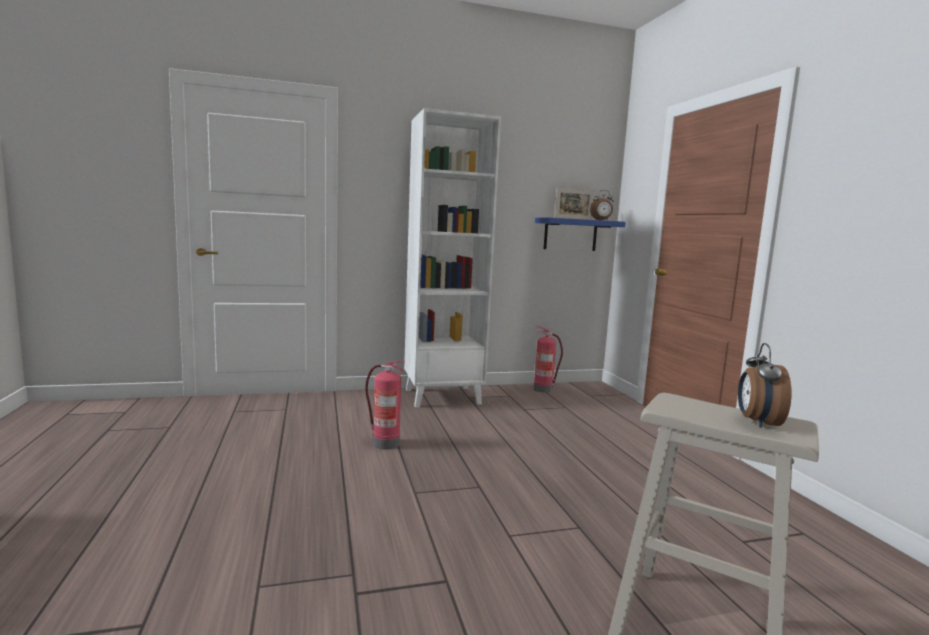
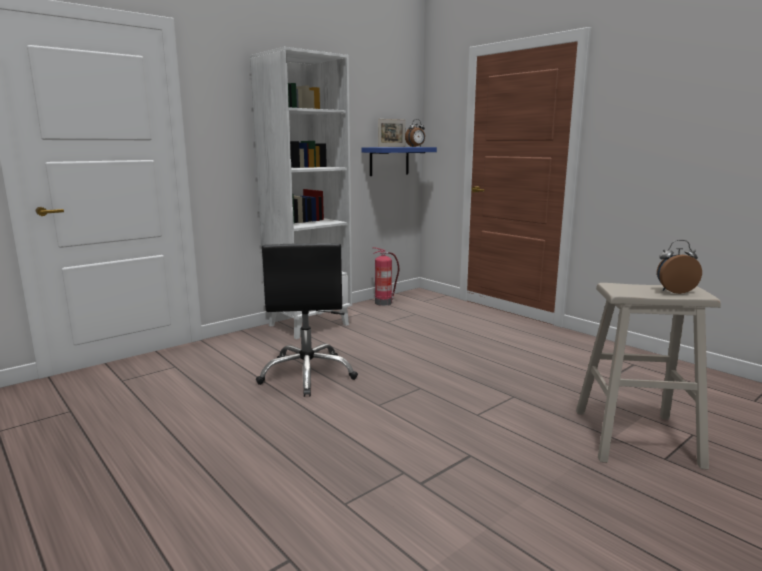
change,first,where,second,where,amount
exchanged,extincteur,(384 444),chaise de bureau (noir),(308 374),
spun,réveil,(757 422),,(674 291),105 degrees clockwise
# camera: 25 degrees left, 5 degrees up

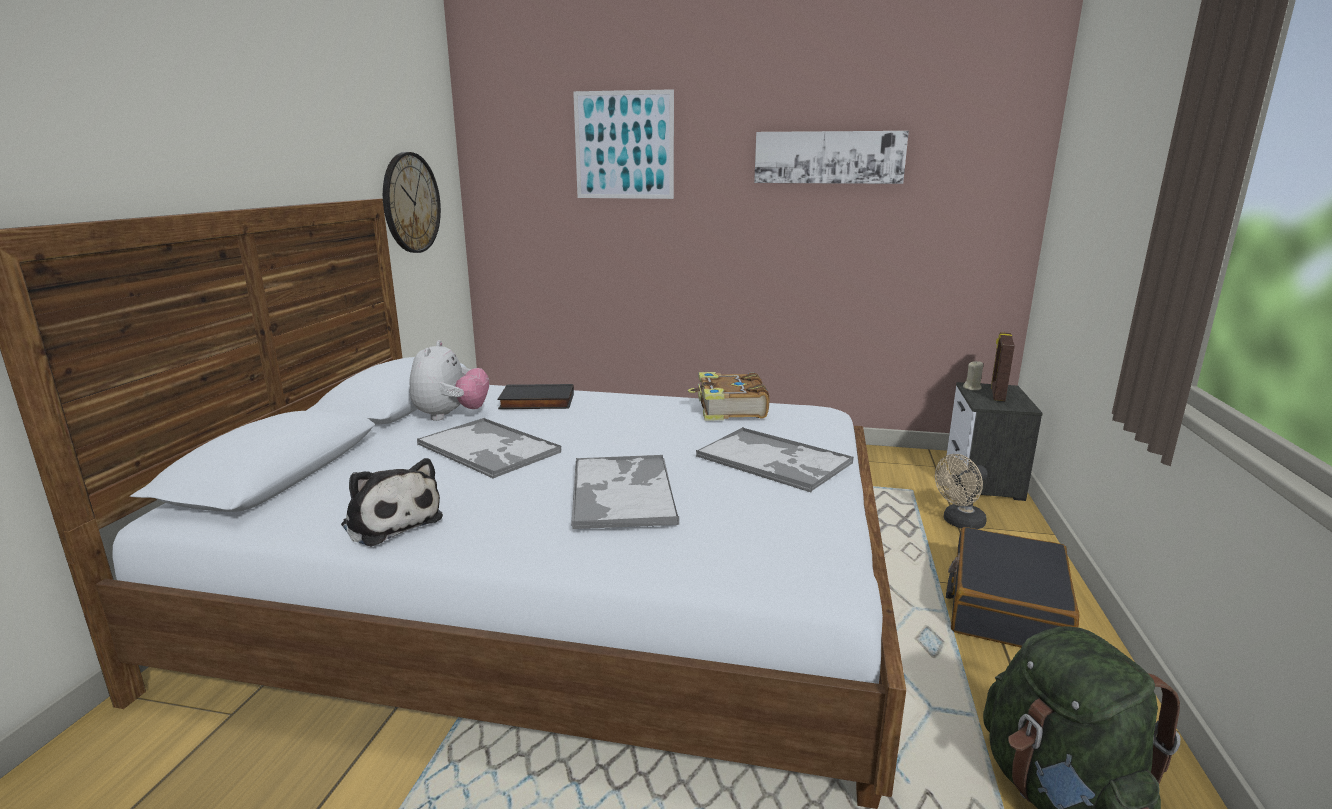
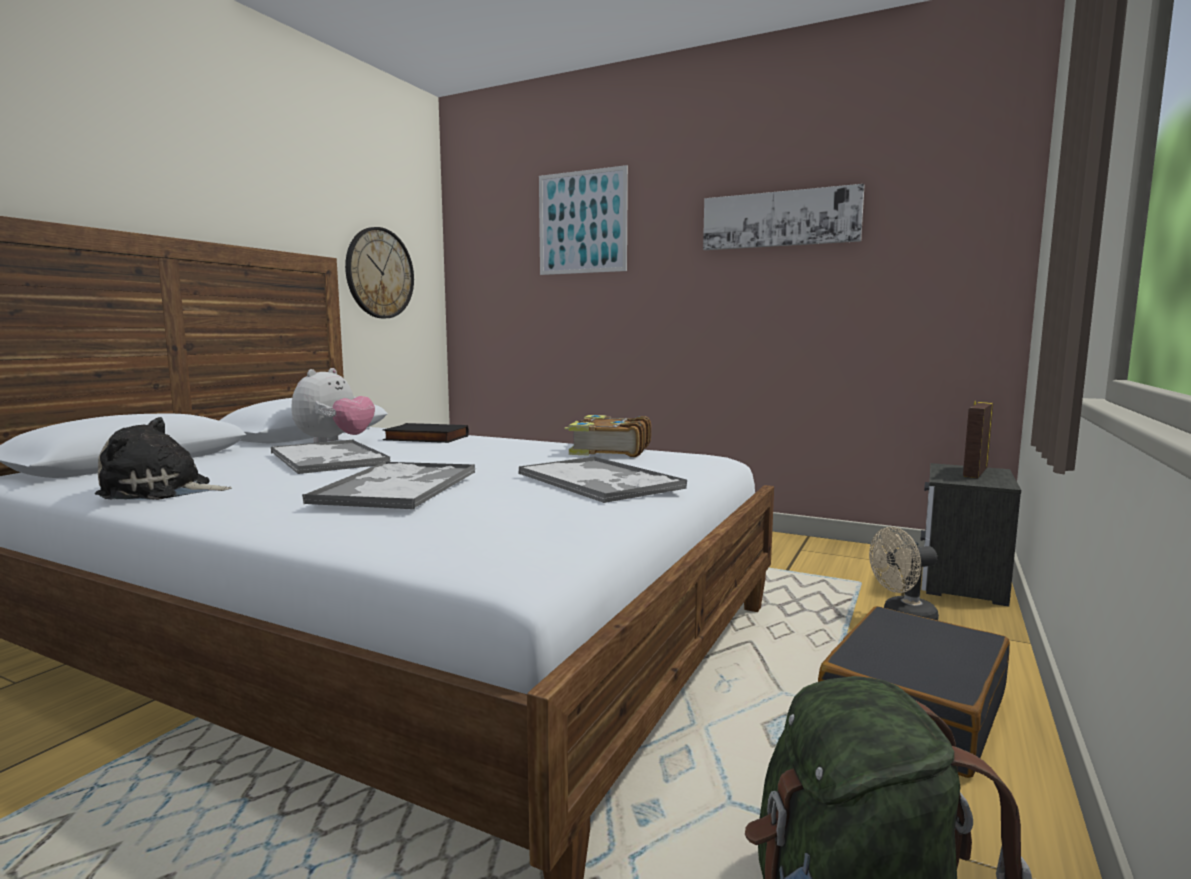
change,first,where,second,where,amount
spun,peluche,(391 521),,(161 491),120 degrees clockwise
missing,bougie (beige),(972 388),,,
# camera: 15 degrees right, 10 degrees down

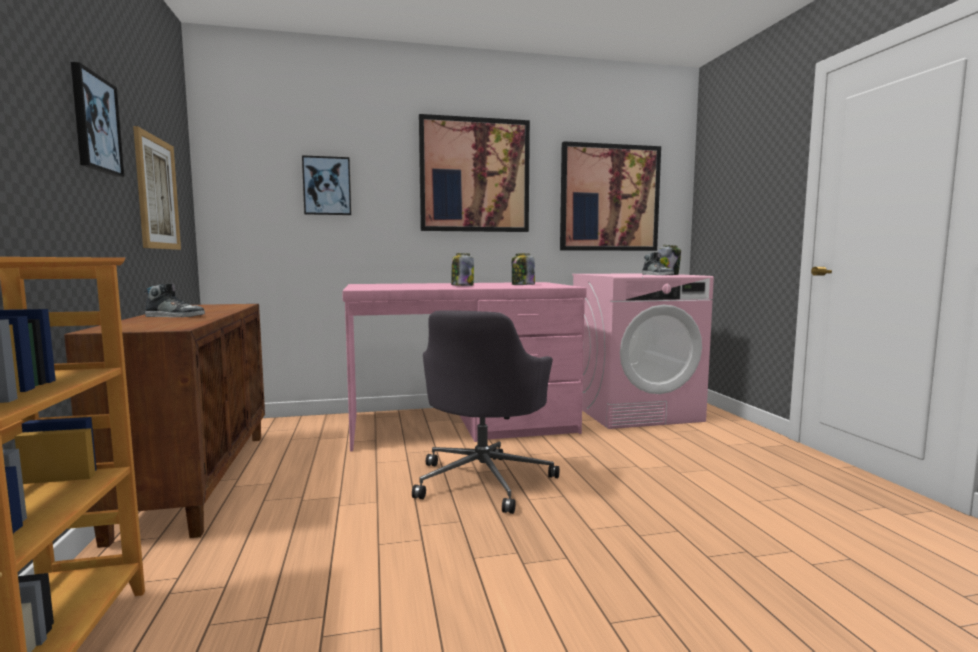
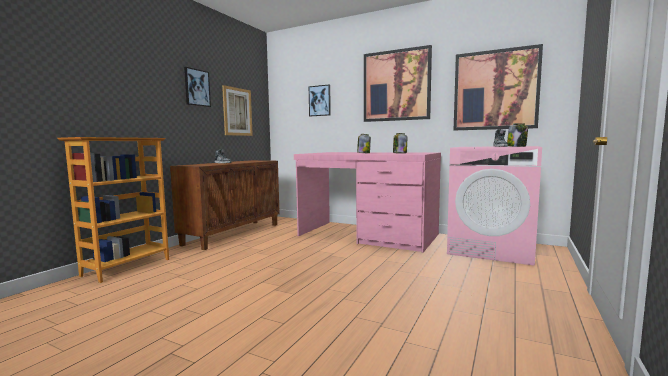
change,first,where,second,where,amount
missing,chaise de bureau (gris),(484 480),,,
# camera: 40 degrees right, 0 degrees up

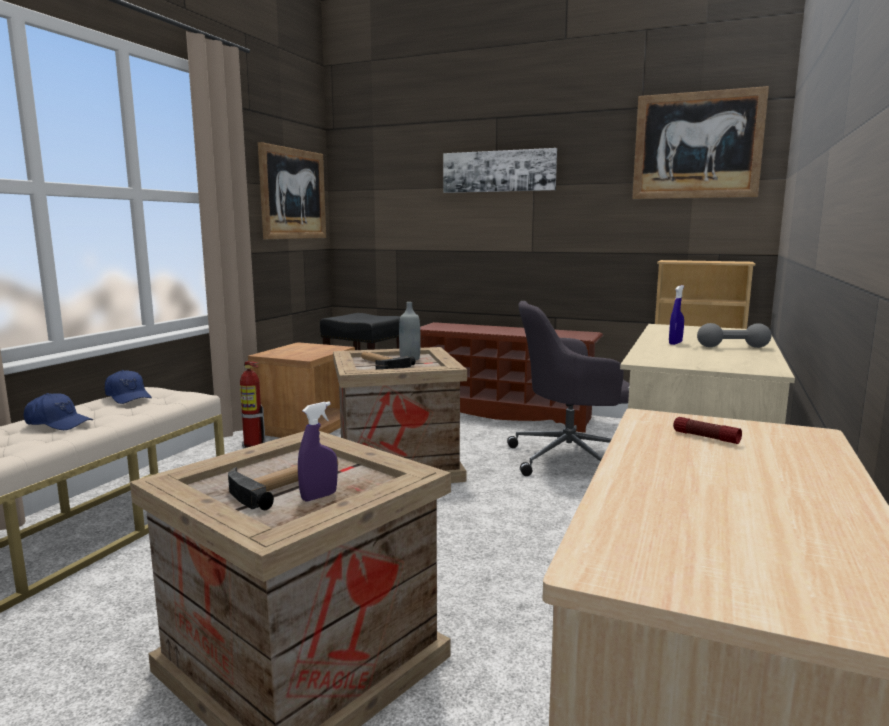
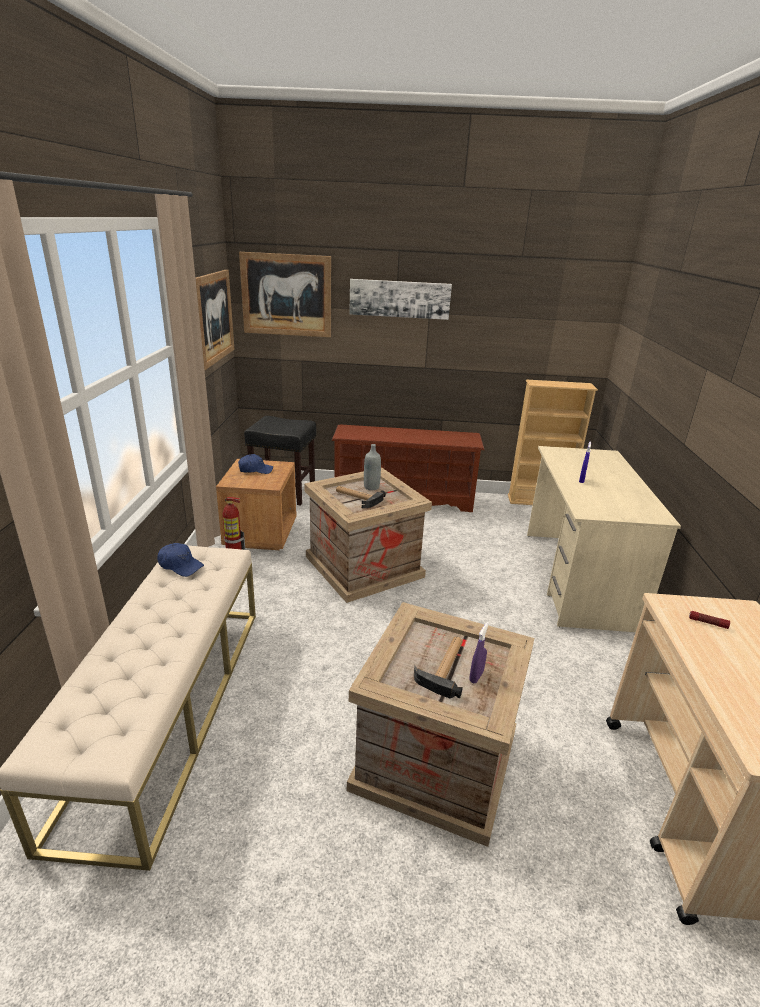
change,first,where,second,where,amount
relocated,casquette (bleu),(58 423),,(255 470),
relocated,tableau,(697 146),,(286 295),
missing,chaise de bureau (gris),(570 459),,,
missing,haltère (gris),(732 347),,,
# camera: 20 degrees left, 15 degrees up

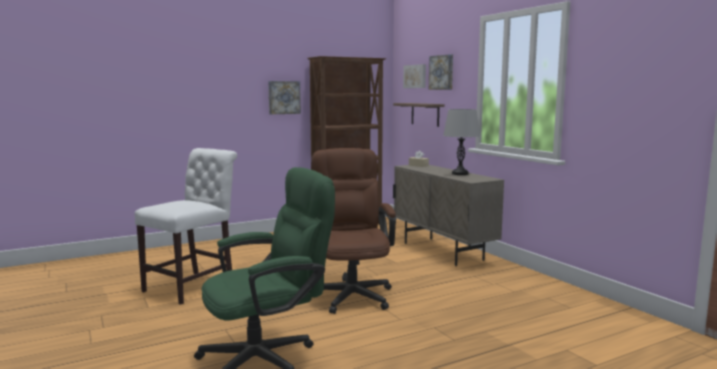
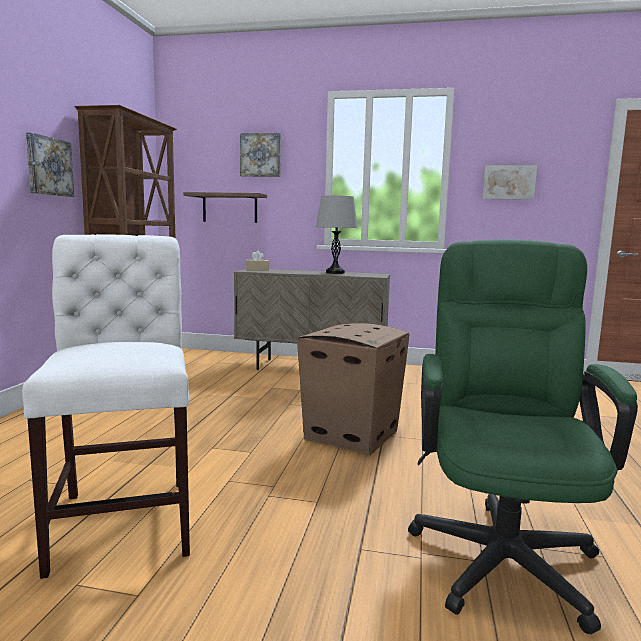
change,first,where,second,where,amount
exchanged,chaise de bureau (marron),(350 293),carton,(352 434),
relocated,tableau,(415 76),,(508 182),
# camera: 50 degrees left, 0 degrees up

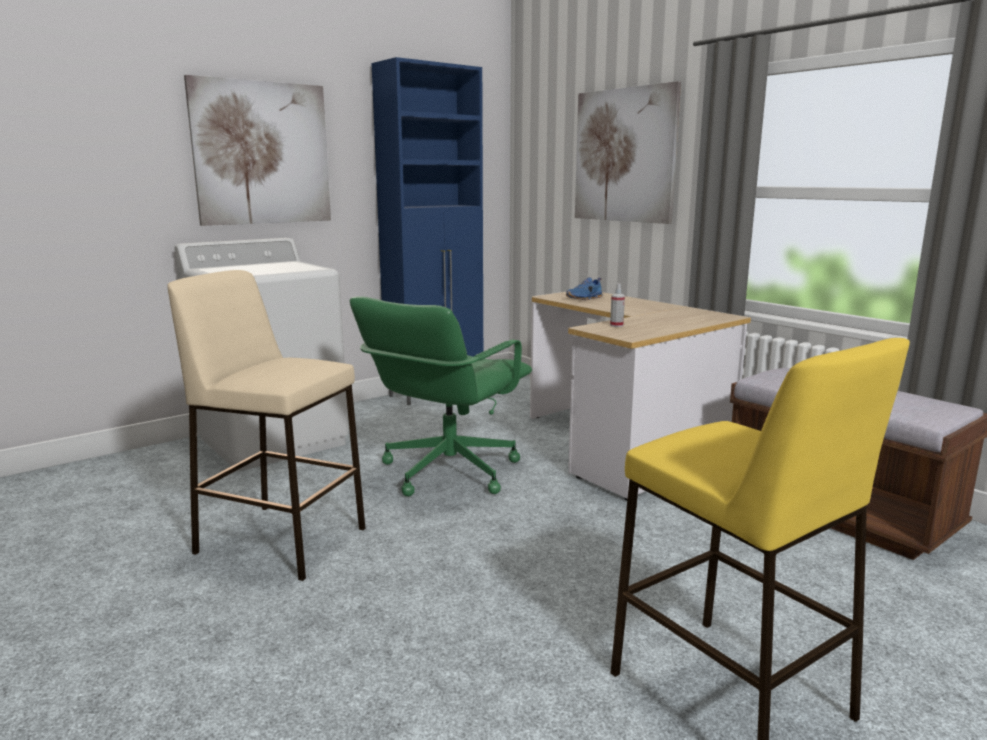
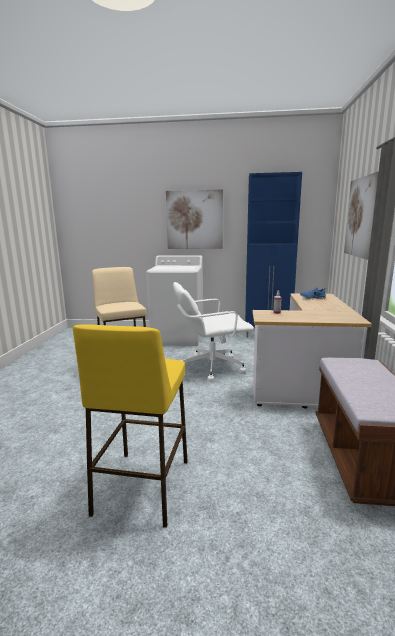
change,first,where,second,where,amount
colour,chaise de bureau (vert),(448 471),chaise de bureau (blanc),(211 367),
# camera: 45 degrees right, 0 degrees up

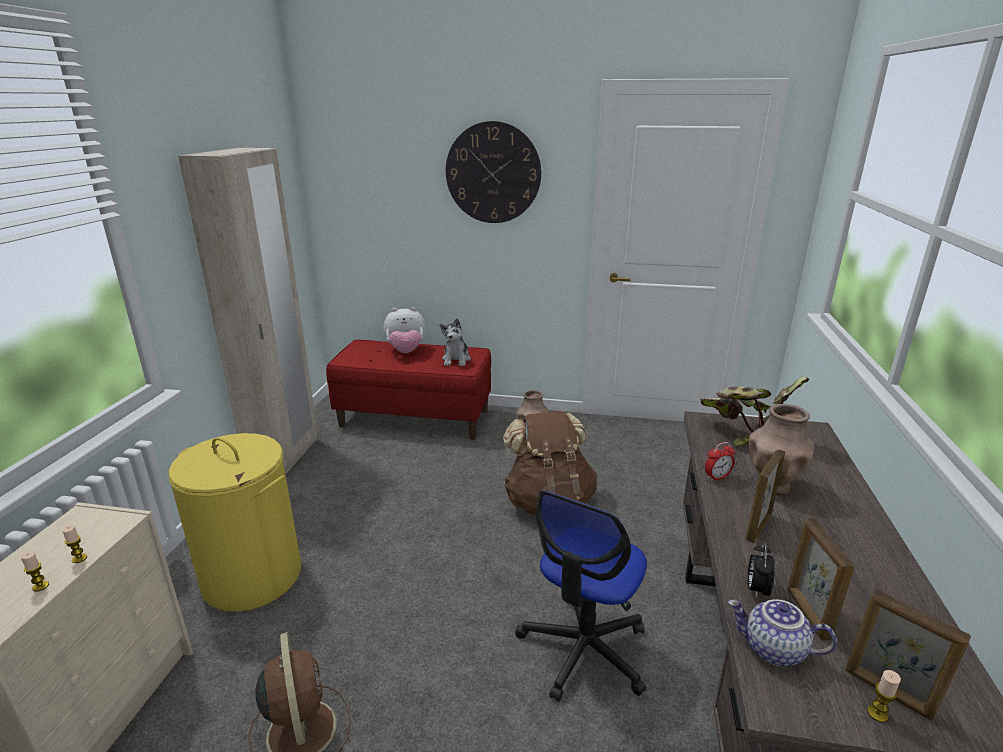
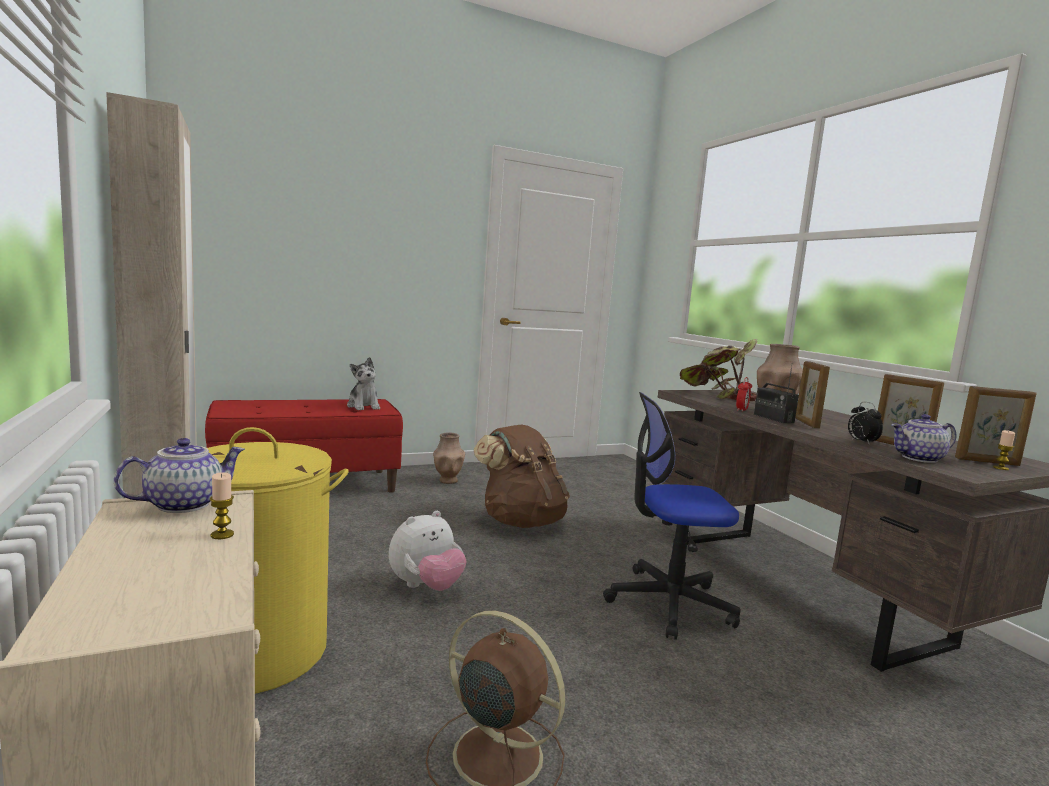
change,first,where,second,where,amount
appeared,,,théière,(184 504),
relocated,peluche,(406 351),,(426 587),
spun,chaise de bureau,(584 650),,(669 603),90 degrees clockwise
appeared,,,radio,(773 418),
missing,bougie,(40 586),,,
missing,horloge murale,(493 173),,,
# camera: 35 degrees left, 15 degrees down

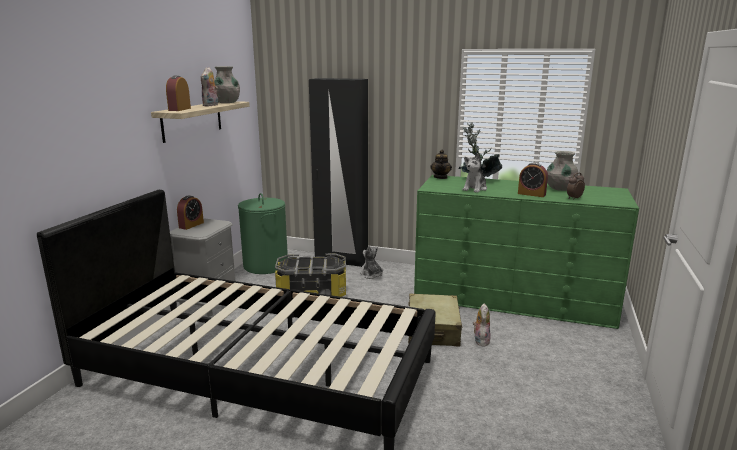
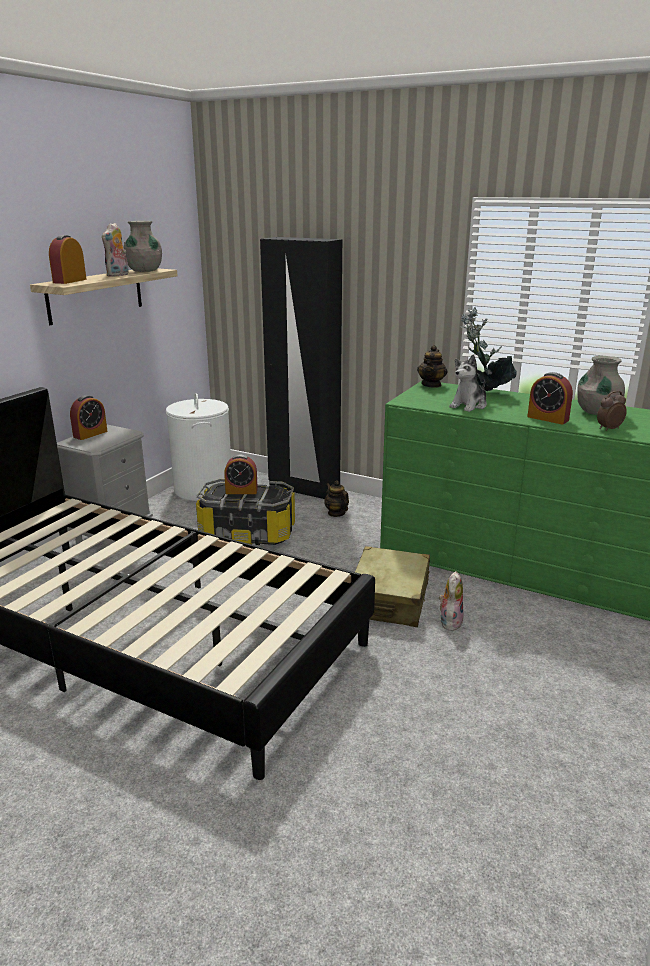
change,first,where,second,where,amount
colour,panier à linge (vert),(265 265),panier à linge (blanc),(203 489),
appeared,,,réveil,(241 491),
exchanged,peluche,(371 275),théière,(336 513),
# camera: 10 degrees right, 5 degrees up

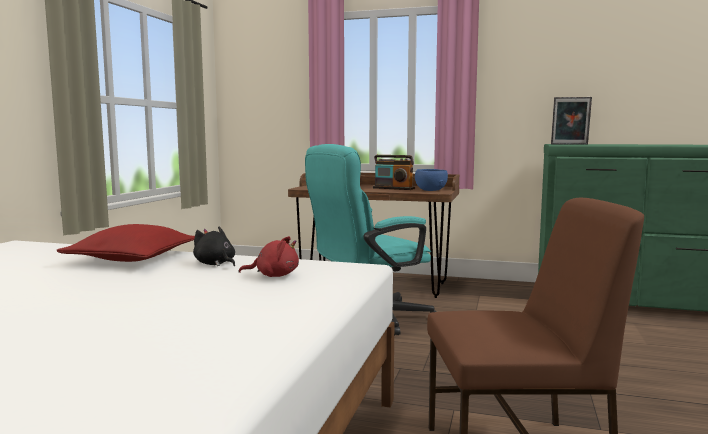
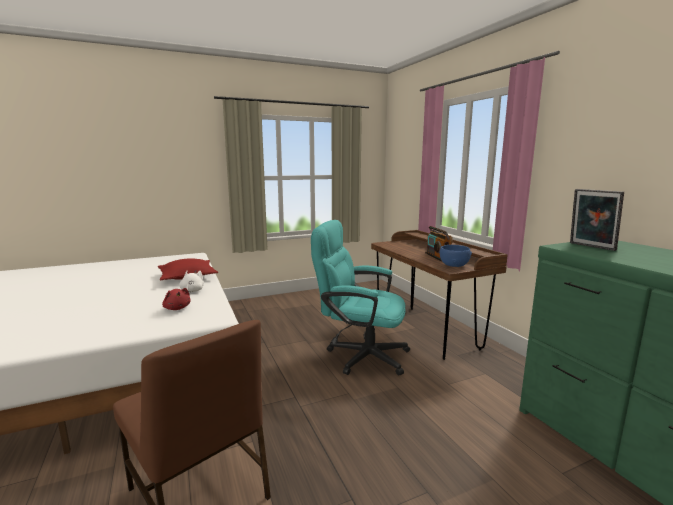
change,first,where,second,where,amount
colour,peluche (noir),(215 264),peluche (blanc),(191 291),
# camera: 50 degrees right, 5 degrees up

